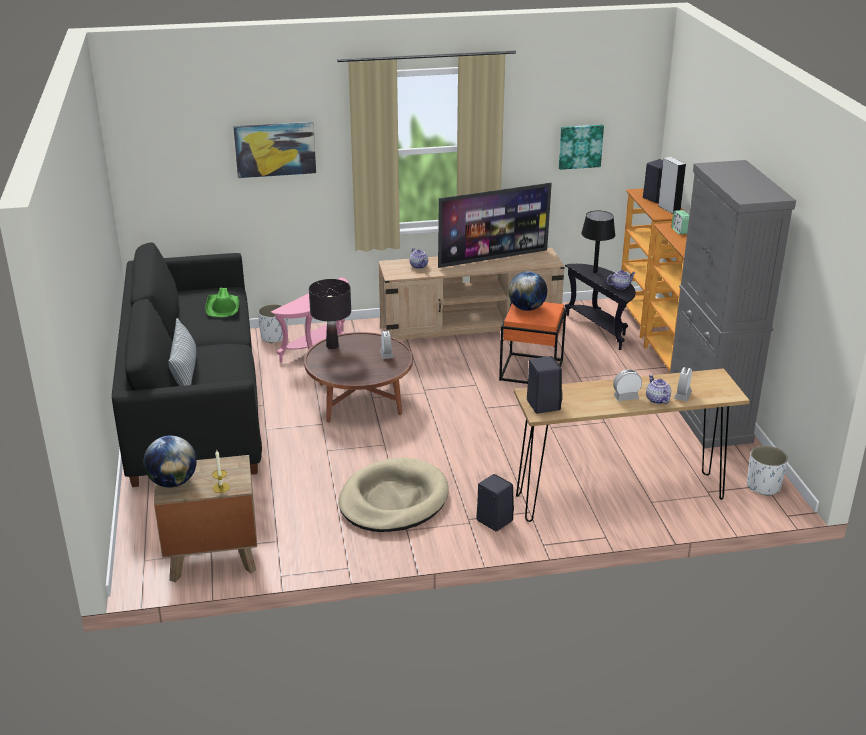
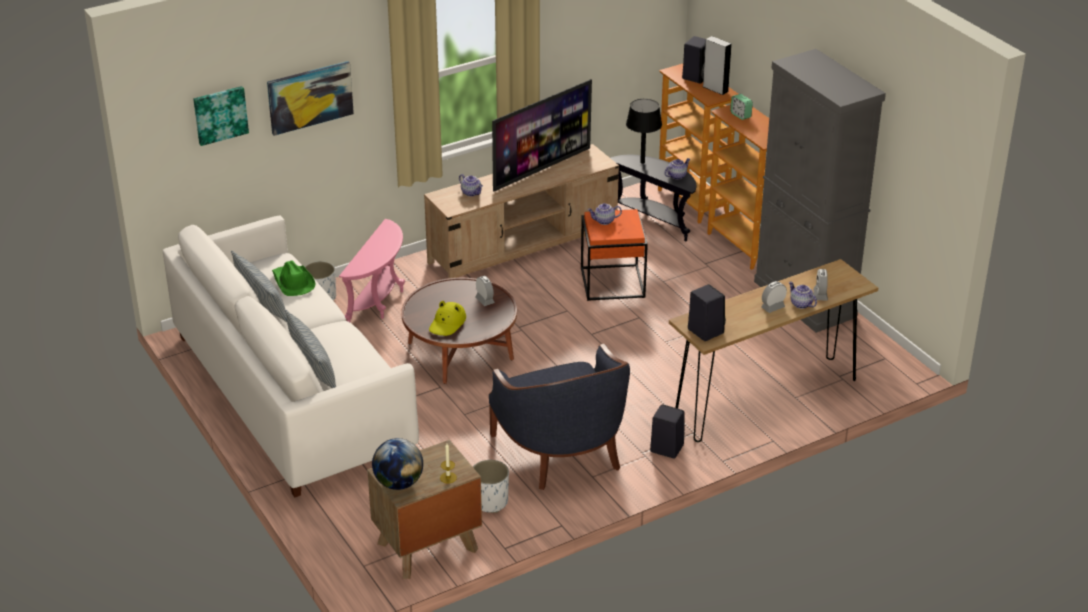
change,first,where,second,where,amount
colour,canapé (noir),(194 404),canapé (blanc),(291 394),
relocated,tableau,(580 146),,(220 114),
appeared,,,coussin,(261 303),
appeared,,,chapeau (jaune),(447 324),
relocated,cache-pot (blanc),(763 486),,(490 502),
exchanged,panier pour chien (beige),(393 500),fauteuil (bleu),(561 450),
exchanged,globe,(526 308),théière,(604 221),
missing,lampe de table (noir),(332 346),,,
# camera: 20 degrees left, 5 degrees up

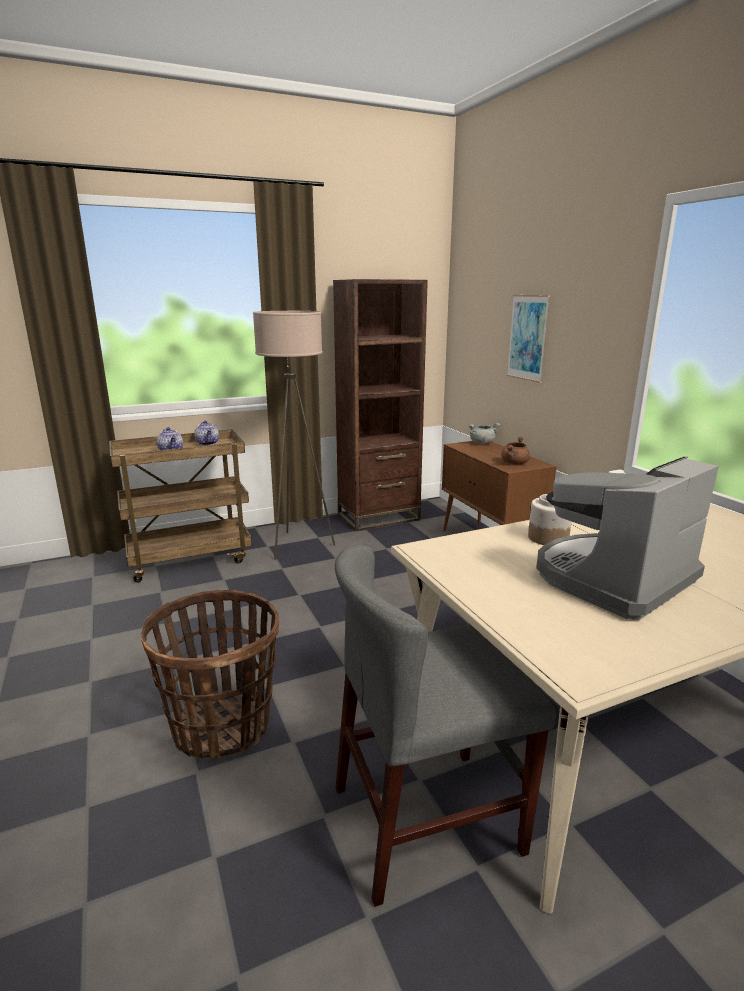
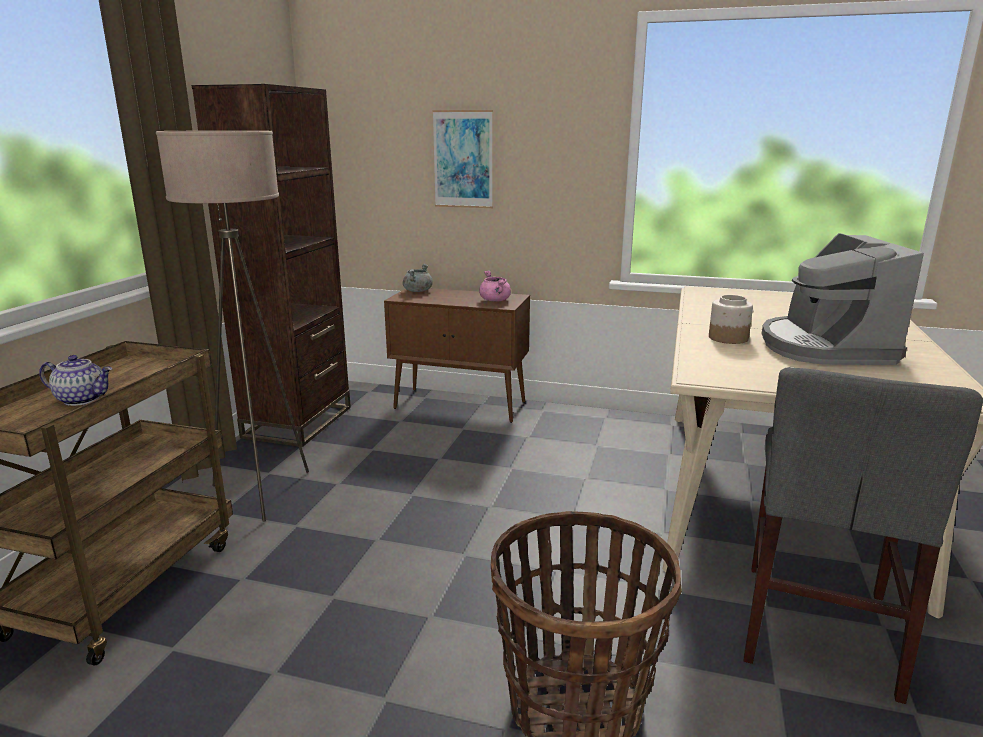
change,first,where,second,where,amount
colour,marmite (marron),(515 463),marmite (rose),(495 300),
missing,théière,(208 443),,,
# camera: 50 degrees left, 0 degrees up

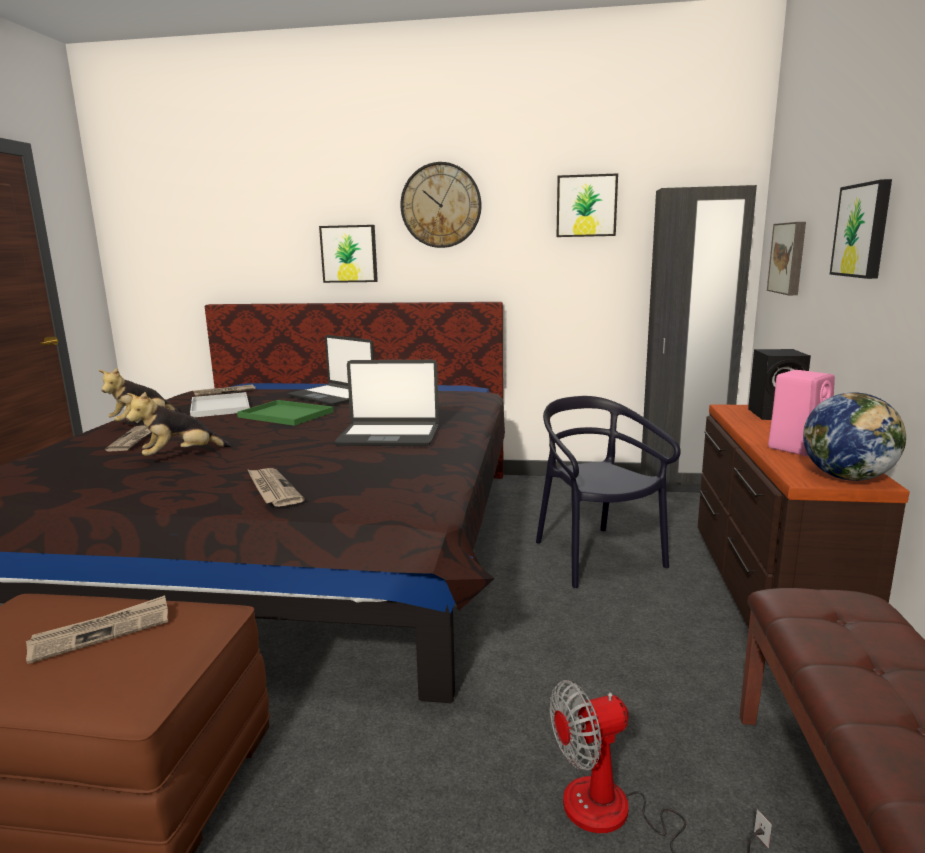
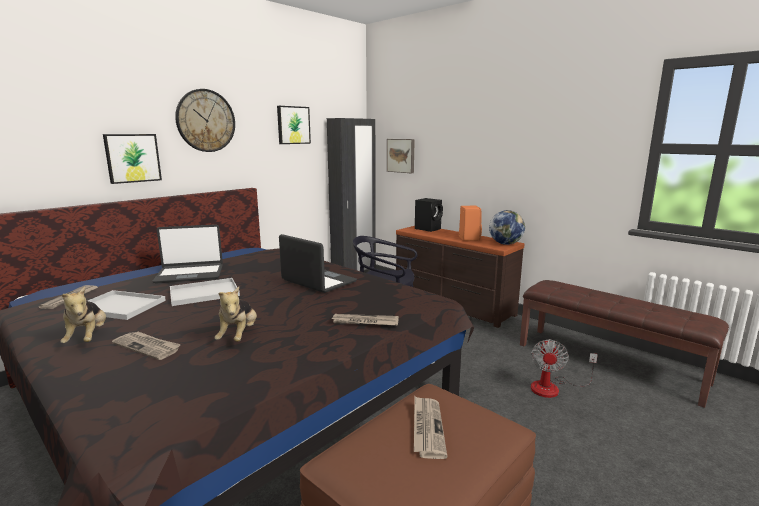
change,first,where,second,where,amount
colour,plateau (vert),(288 414),plateau (blanc),(205 292),
spun,ordinateur portable,(389 436),,(318 281),90 degrees counterclockwise
colour,enceinte (rose),(798 447),enceinte (orange),(468 238),
missing,tableau,(863 230),,,
# camera: 55 degrees left, 0 degrees up

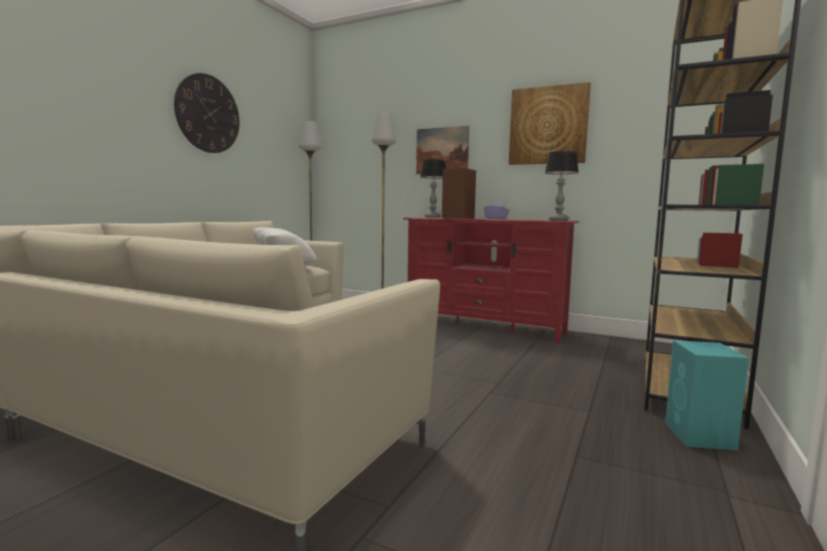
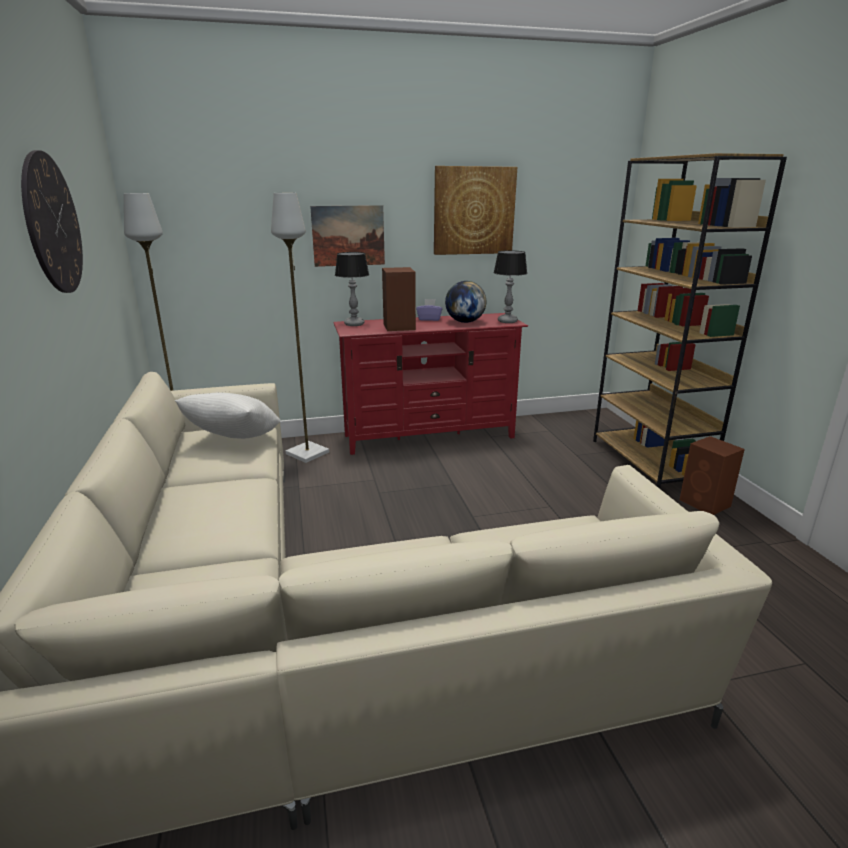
change,first,where,second,where,amount
appeared,,,globe,(465 322),
colour,enceinte (turquoise),(700 436),enceinte (marron),(706 503),
# camera: 40 degrees left, 15 degrees up

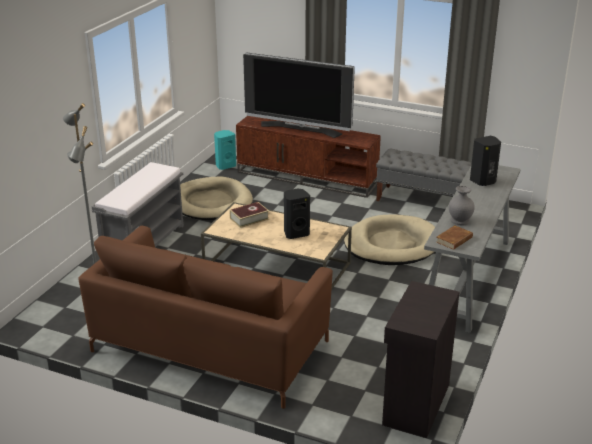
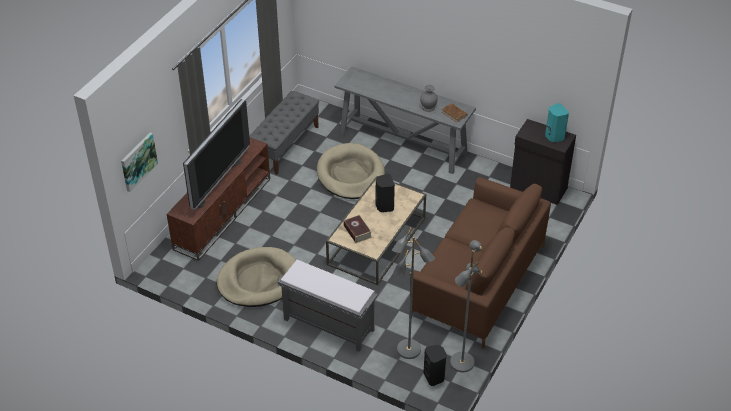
change,first,where,second,where,amount
appeared,,,tableau,(138 161),
relocated,enceinte (noir),(483 181),,(434 377),
appeared,,,lampadaire (gris),(461 362),
relocated,enceinte (turquoise),(225 166),,(554 136),
# camera: 85 degrees left, 15 degrees up

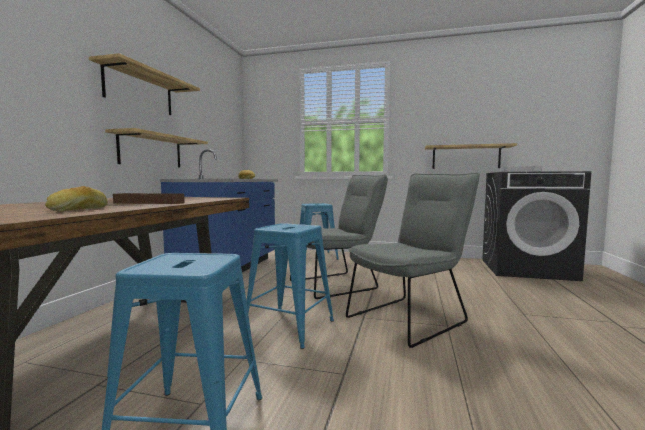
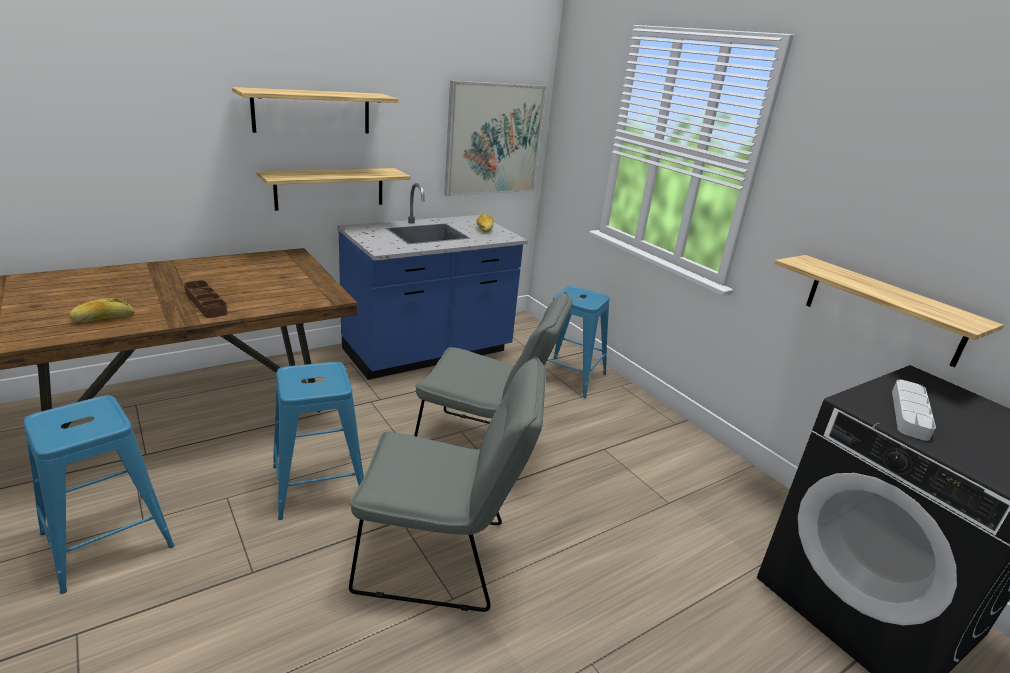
change,first,where,second,where,amount
appeared,,,tableau,(494 139),
# camera: 40 degrees right, 20 degrees up

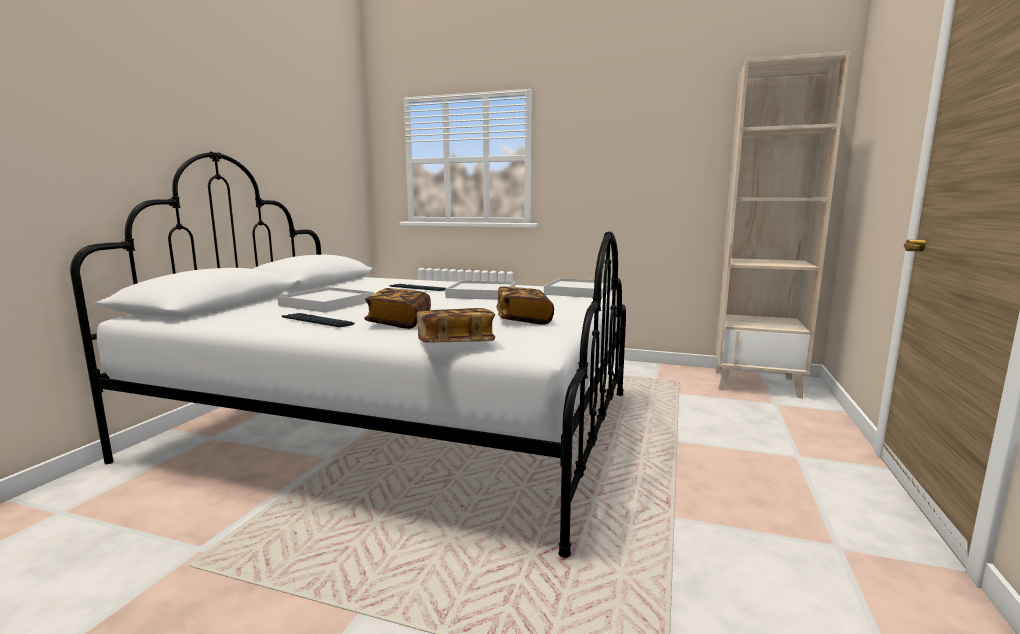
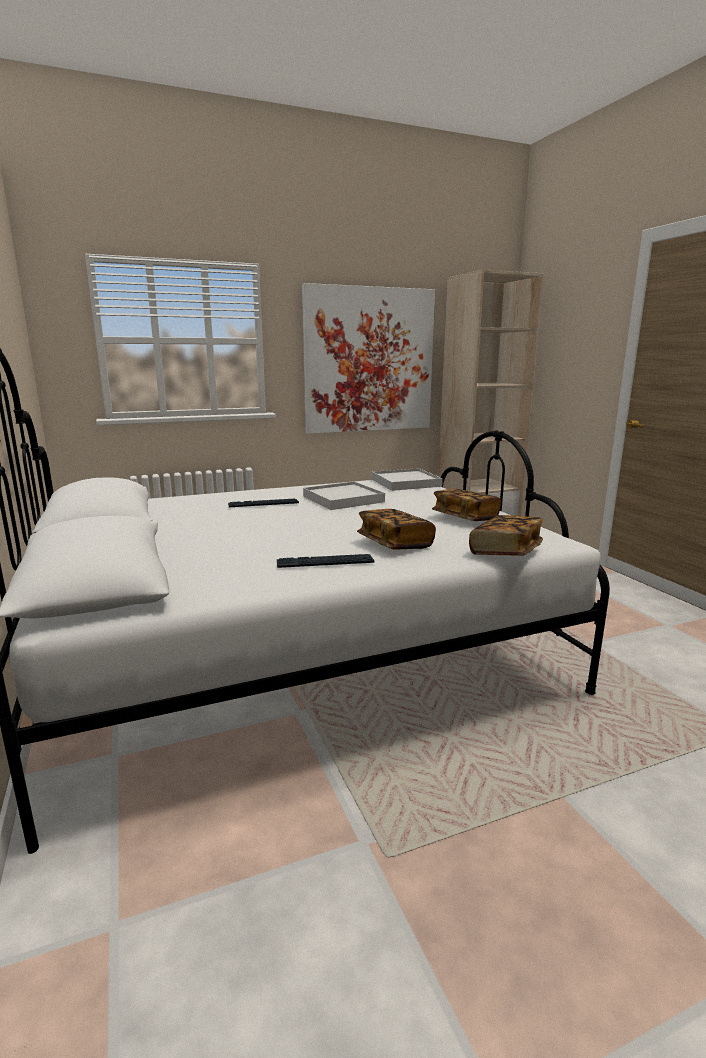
change,first,where,second,where,amount
appeared,,,tableau,(369 360),
missing,plateau (blanc),(327 303),,,
# camera: 40 degrees left, 5 degrees up

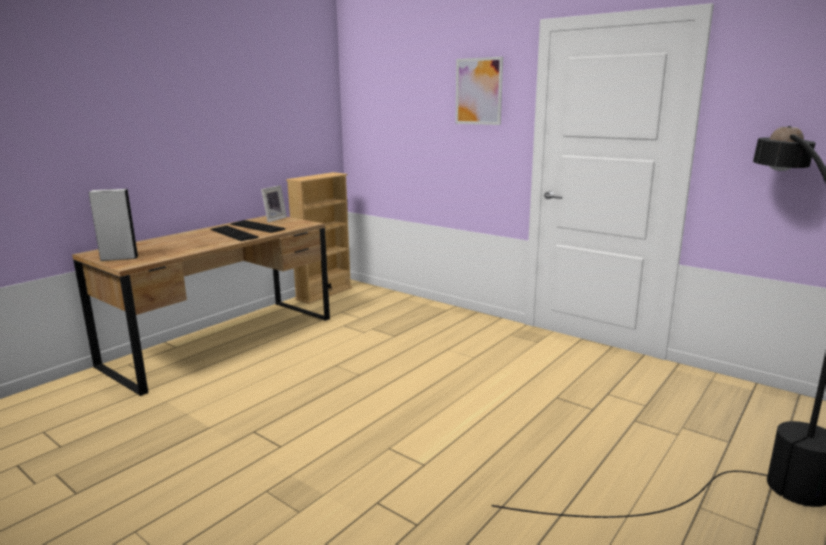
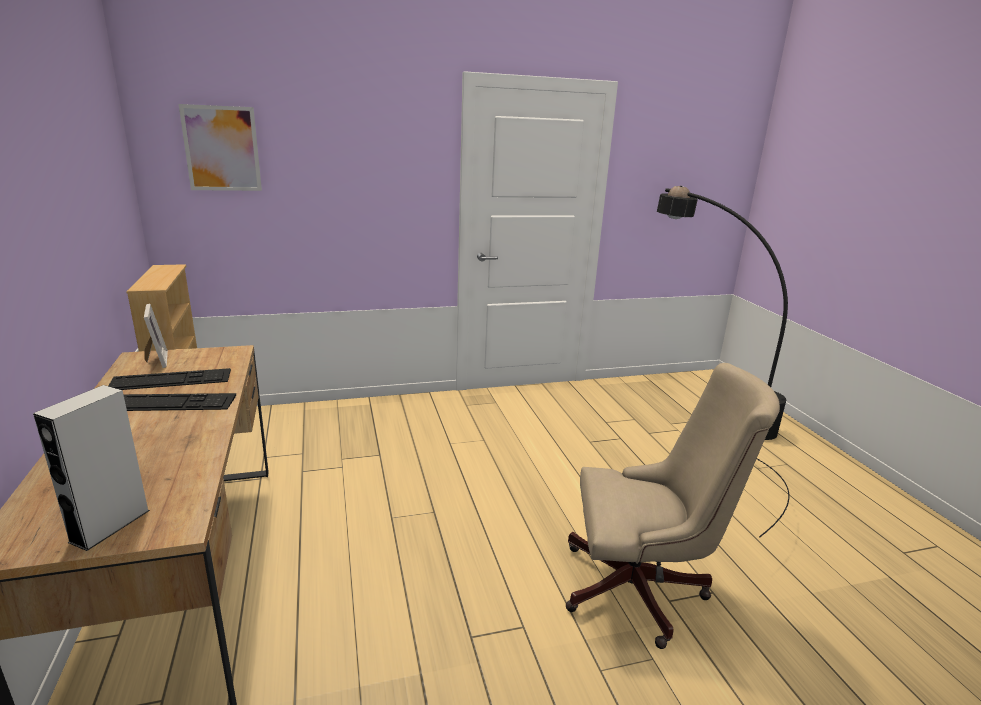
change,first,where,second,where,amount
relocated,tableau,(478 91),,(222 149),
appeared,,,chaise de bureau (beige),(642 590),
# camera: 55 degrees left, 5 degrees up

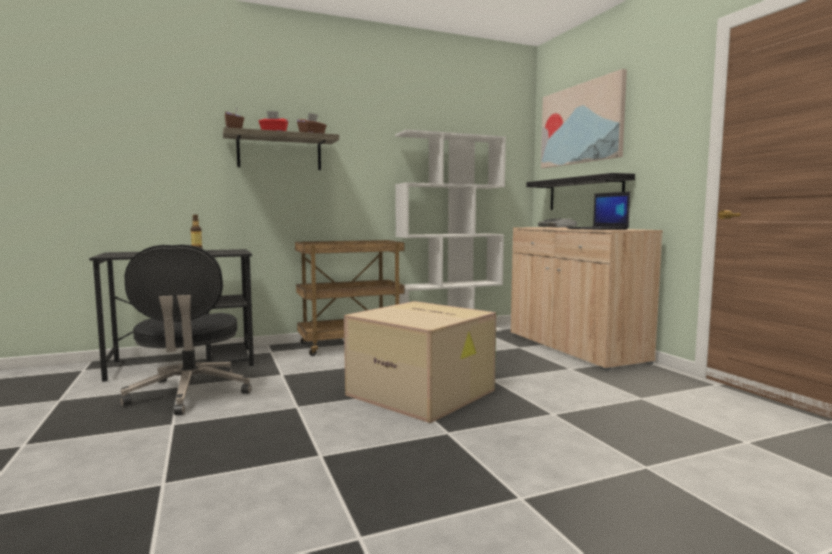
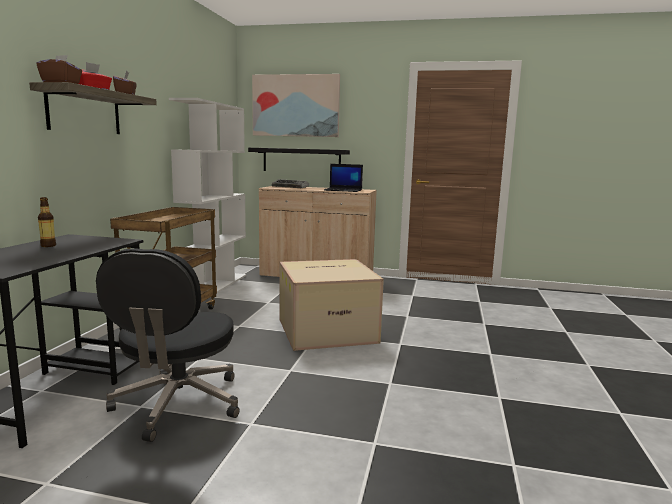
change,first,where,second,where,amount
spun,chaise de bureau (noir),(189 394),,(177 404),75 degrees clockwise
# camera: 55 degrees left, 5 degrees up

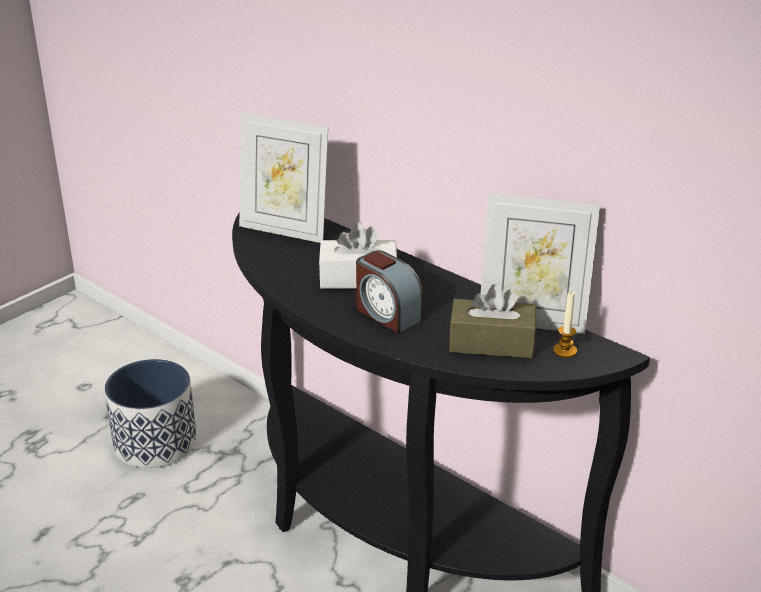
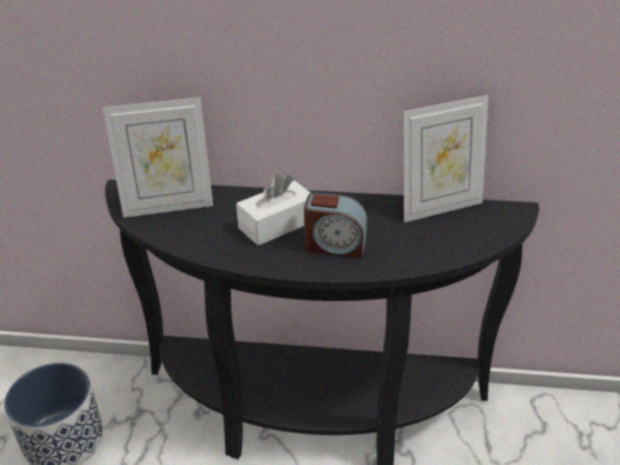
change,first,where,second,where,amount
missing,boîte à mouchoirs (marron),(492 343),,,
missing,bougie,(565 351),,,
# camera: 35 degrees left, 5 degrees up

